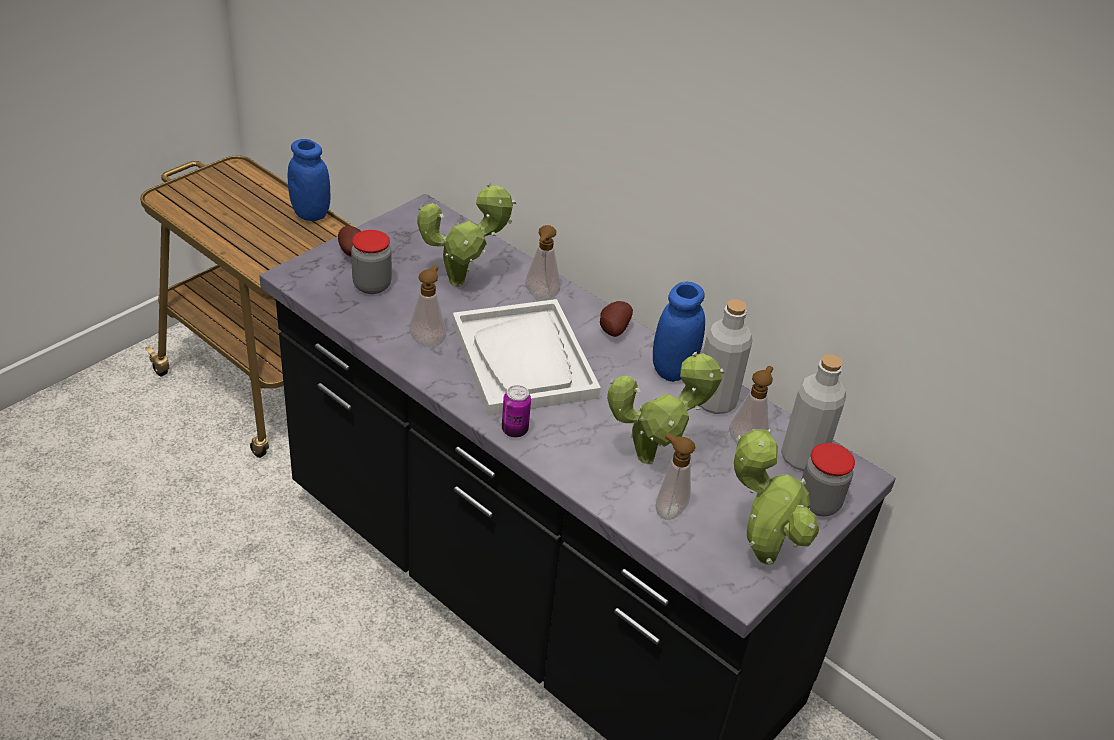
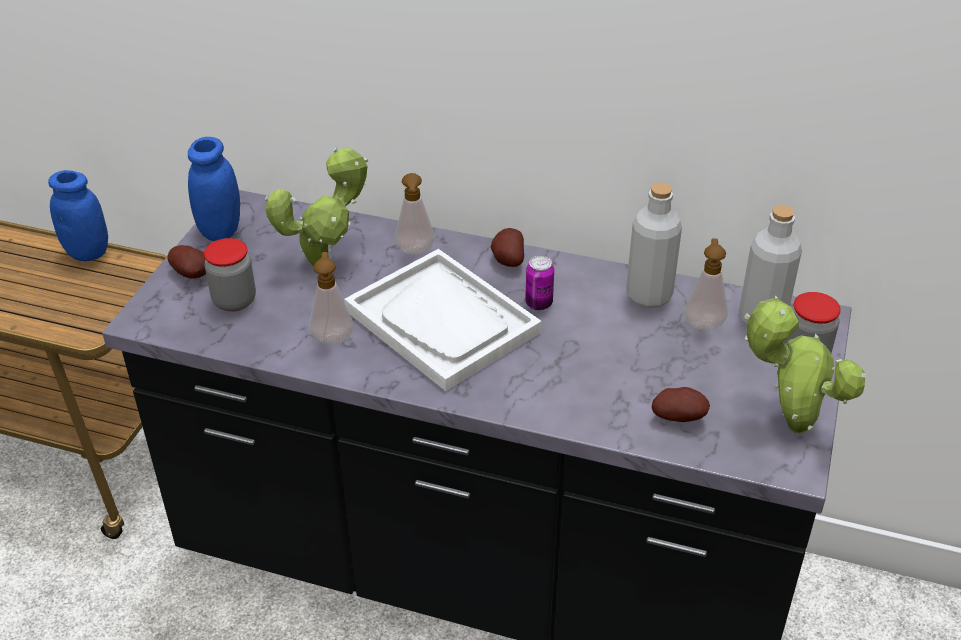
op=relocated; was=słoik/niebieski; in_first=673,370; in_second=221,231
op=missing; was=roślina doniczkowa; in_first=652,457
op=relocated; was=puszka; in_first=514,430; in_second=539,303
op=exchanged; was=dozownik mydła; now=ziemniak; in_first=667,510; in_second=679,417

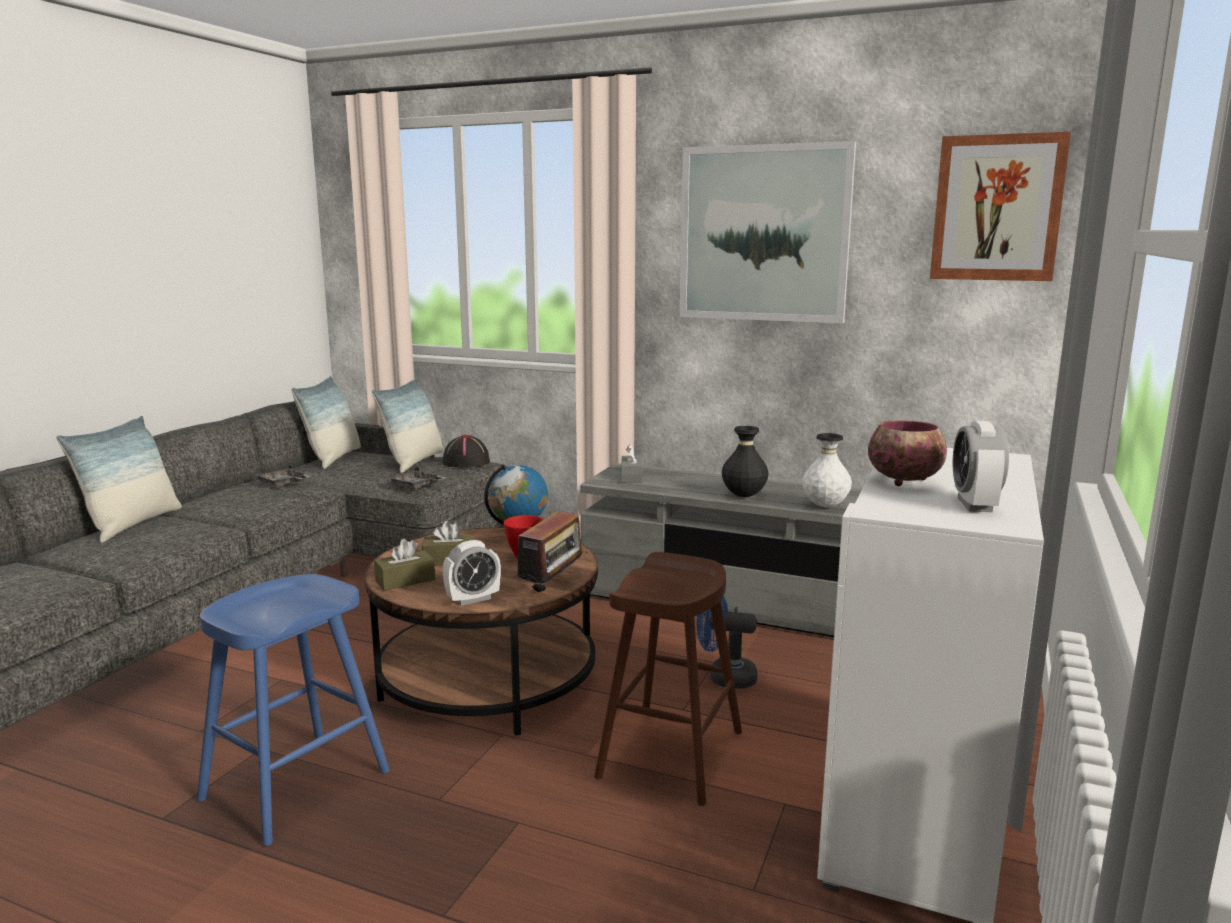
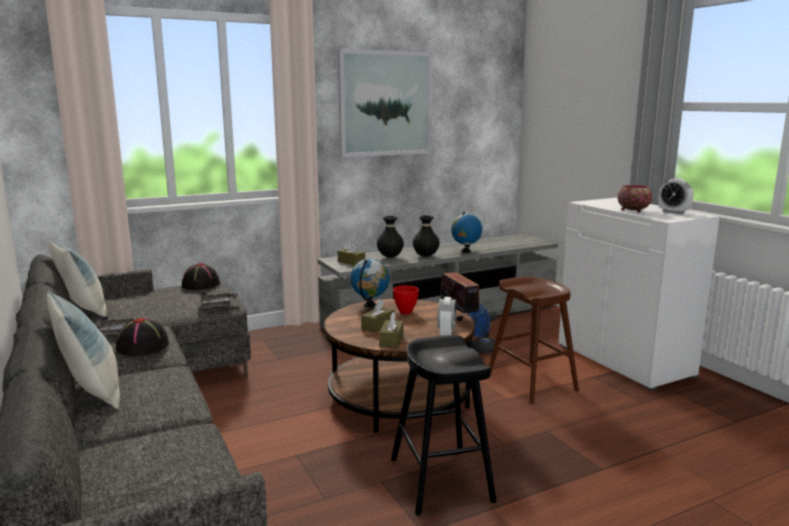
op=missing; was=obraz; in_first=997,208
op=missing; was=poduszka; in_first=414,462
op=exchanged; was=wazon/biały; now=globus; in_first=825,506; in_second=465,251
op=colour; was=pudełko chusteczek/szary; now=pudełko chusteczek/brązowy; in_first=631,477; in_second=351,262
op=colour; was=stołek/niebieski; now=stołek/czarny; in_first=295,785; in_second=441,480
op=appeared; now=wazon/czarny; in_second=390,257
op=appeared; now=kapelusz/czarny; in_second=143,346

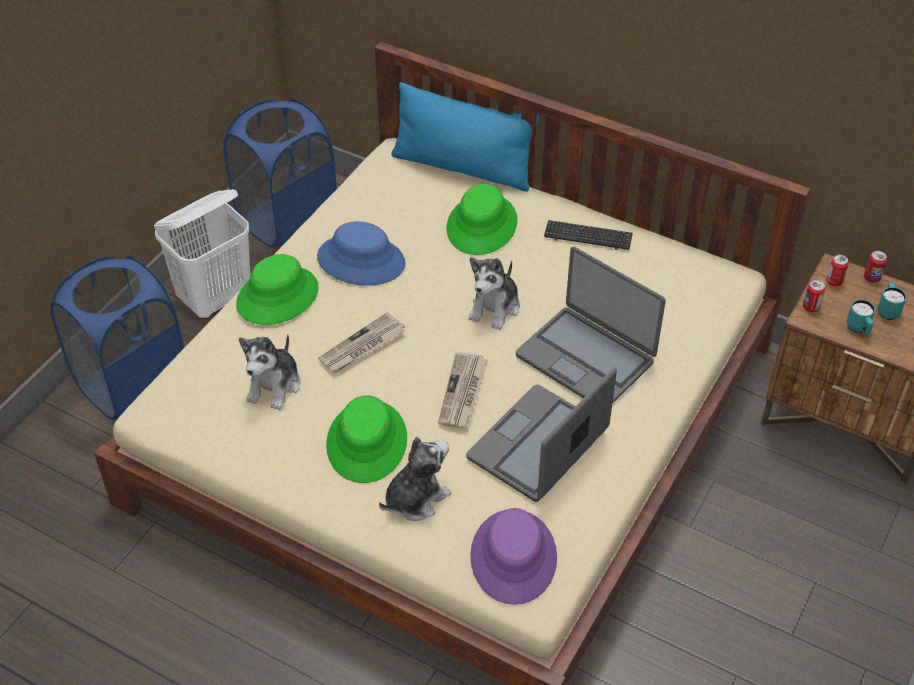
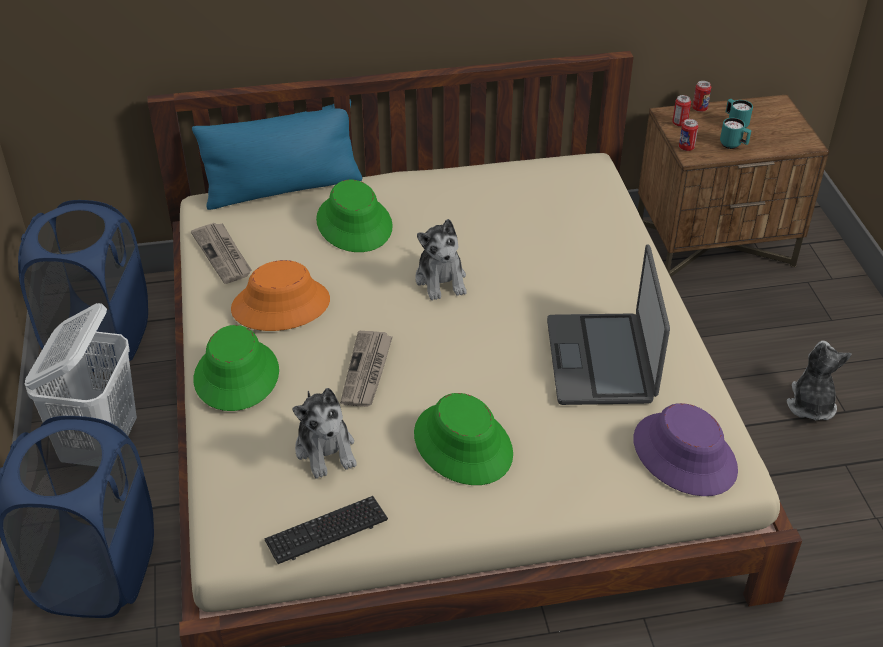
op=relocated; was=klawiatura; in_first=588,236; in_second=326,531
op=colour; was=kapelusz/niebieski; now=kapelusz/pomarańczowy; in_first=361,260; in_second=281,305
op=missing; was=laptop; in_first=586,358
op=relocated; was=gazeta; in_first=463,392; in_second=223,254
op=relocated; was=pluszak; in_first=415,498; in_second=810,404

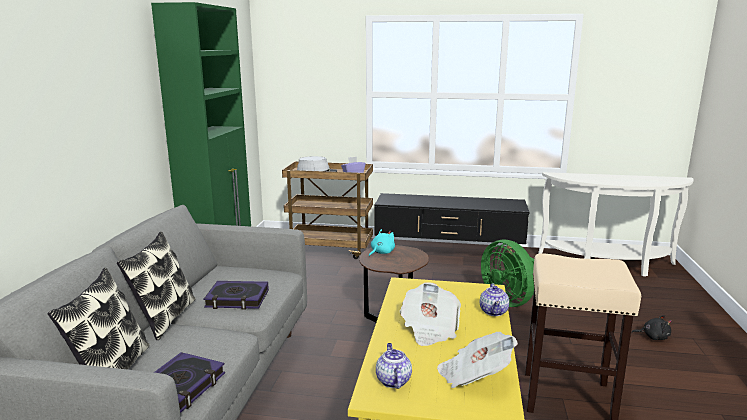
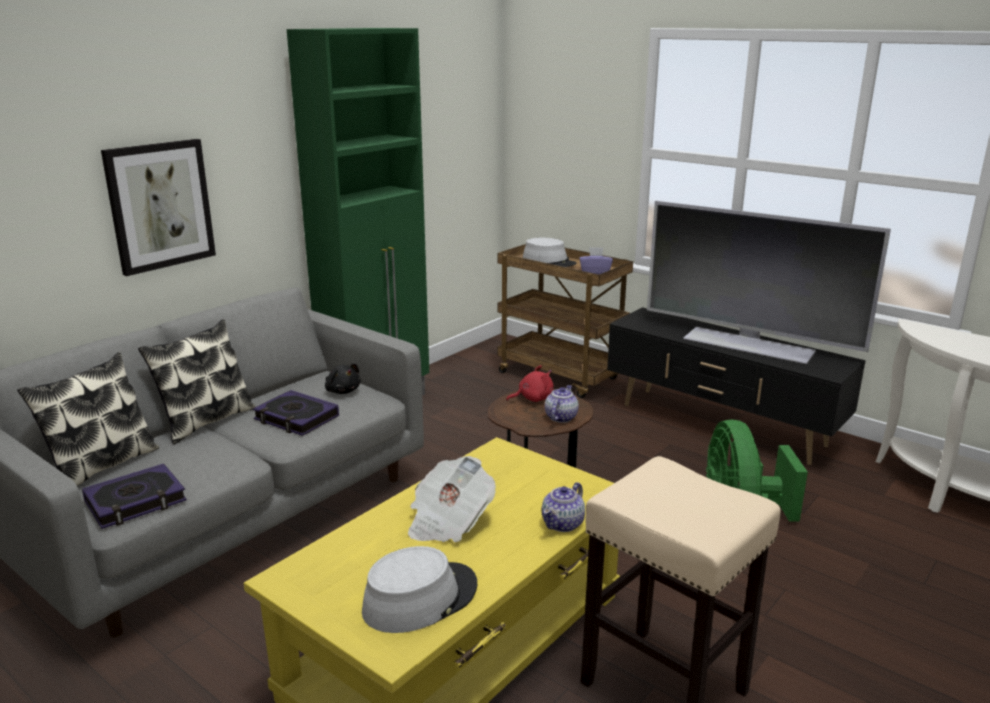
op=colour; was=pluszak/turkusowy; now=pluszak/czerwony; in_first=381,252; in_second=533,399
op=relocated; was=pluszak/czarny; in_first=653,337; in_second=342,391
op=exchanged; was=gazeta; now=kapelusz/szary; in_first=474,376; in_second=420,598
op=relocated; was=imbryk; in_first=393,380; in_second=561,417
op=appeared; now=obraz; in_second=160,205
op=appeared; now=telewizor; in_second=748,344

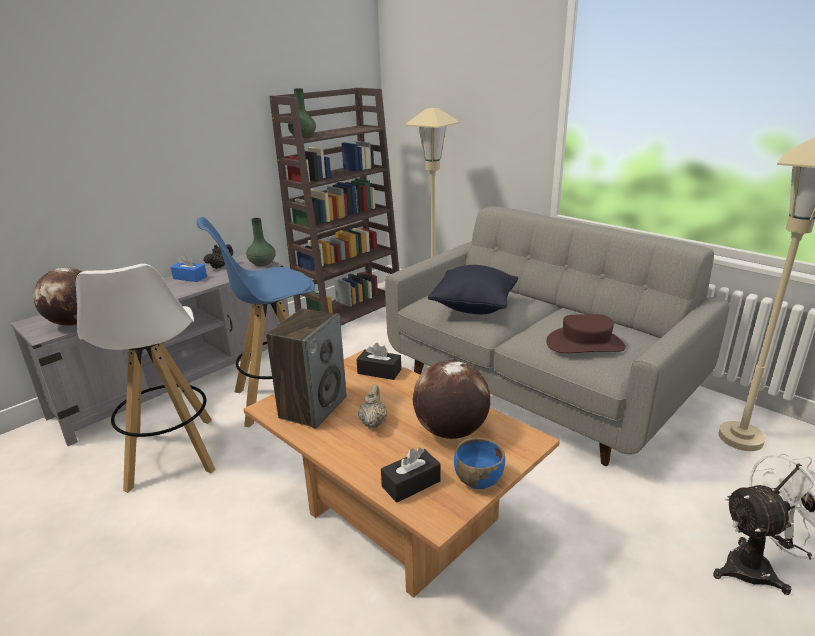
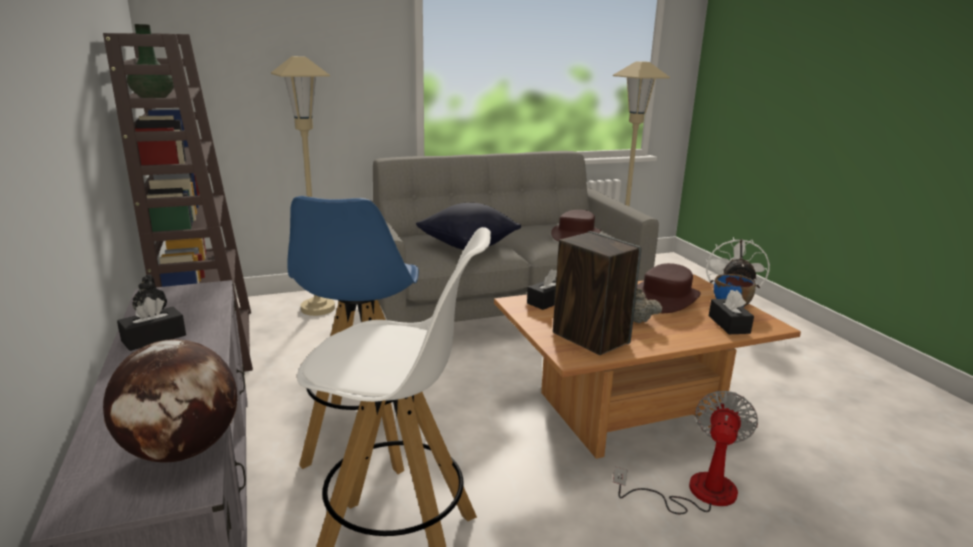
op=missing; was=wazon/zielony; in_first=262,263
op=colour; was=pudełko chusteczek/niebieski; now=pudełko chusteczek/czarny; in_first=190,277; in_second=154,338
op=exchanged; was=globus; now=kapelusz/brązowy; in_first=450,431; in_second=665,298
op=appeared; now=wentylator; in_second=696,492

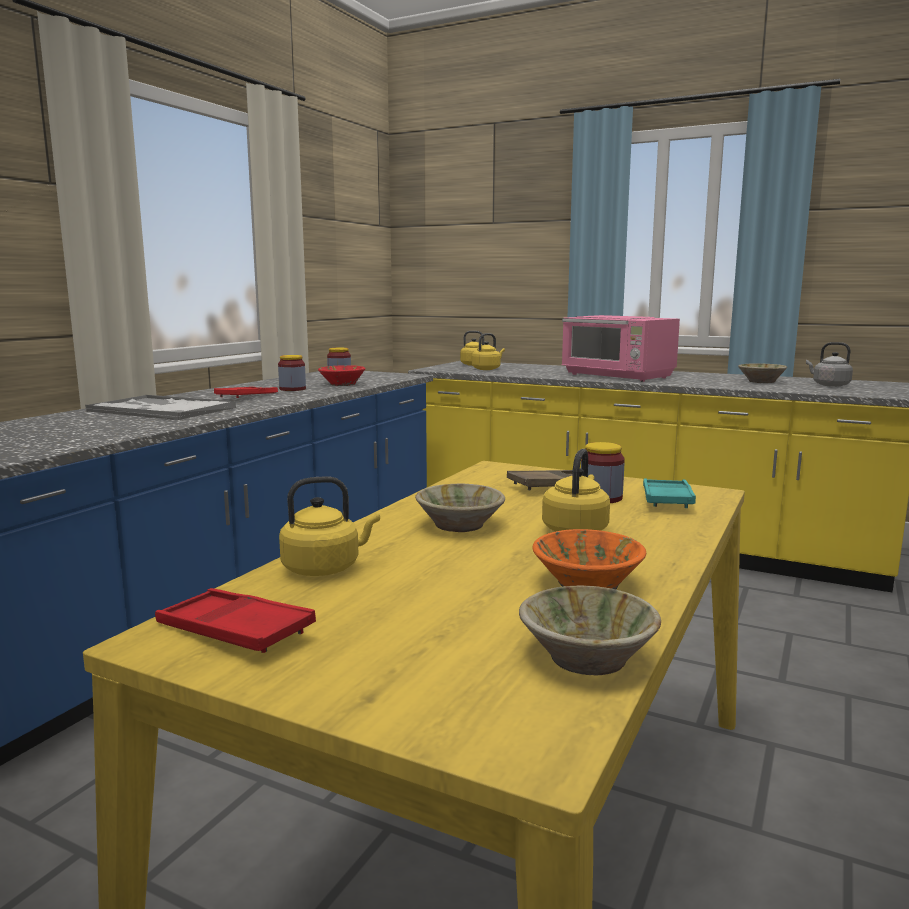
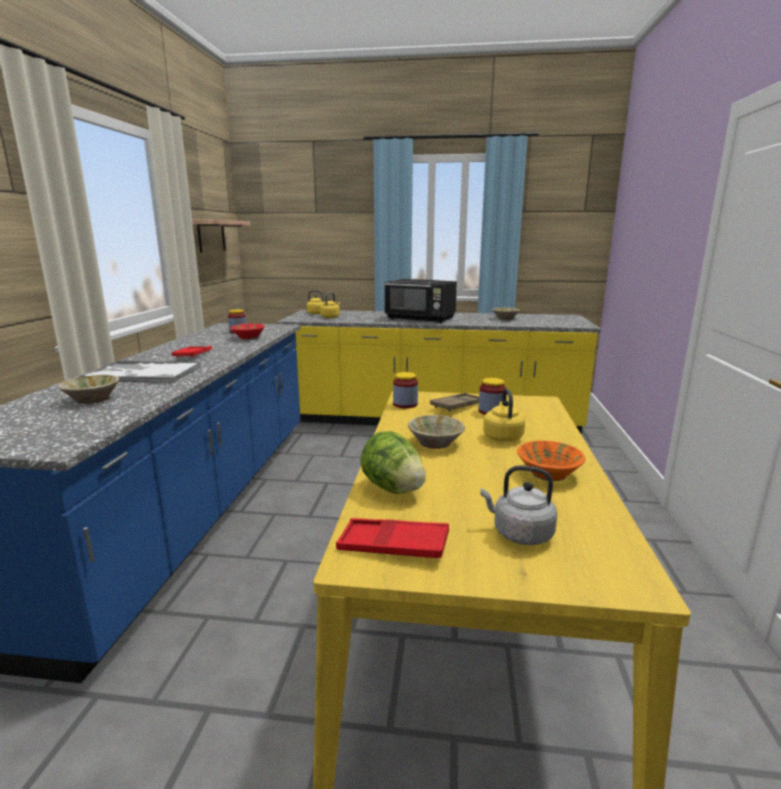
op=colour; was=mikrofalówka/różowy; now=mikrofalówka/czarny; in_first=618,376; in_second=420,319
op=relocated; was=czajnik/szary; in_first=829,385; in_second=519,533
op=relocated; was=słoik; in_first=292,389; in_second=405,404
op=exchanged; was=czajnik/żółty; now=sałata; in_first=325,568; in_second=393,488
op=missing; was=taca/turkusowy; in_first=667,499
op=relocated; was=miska/beżowy; in_first=587,656; in_second=92,399
op=appeared; now=półka; in_second=211,236

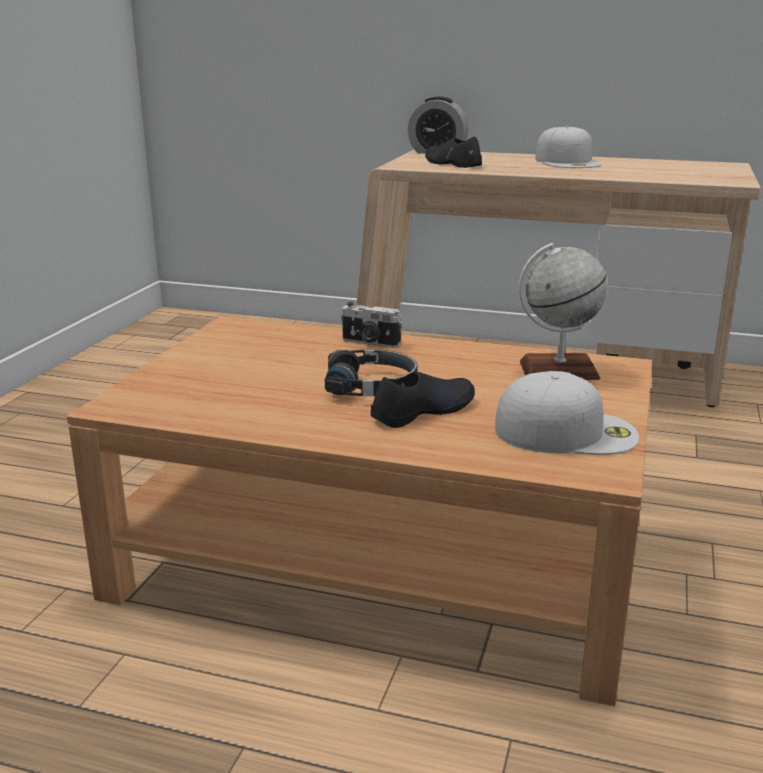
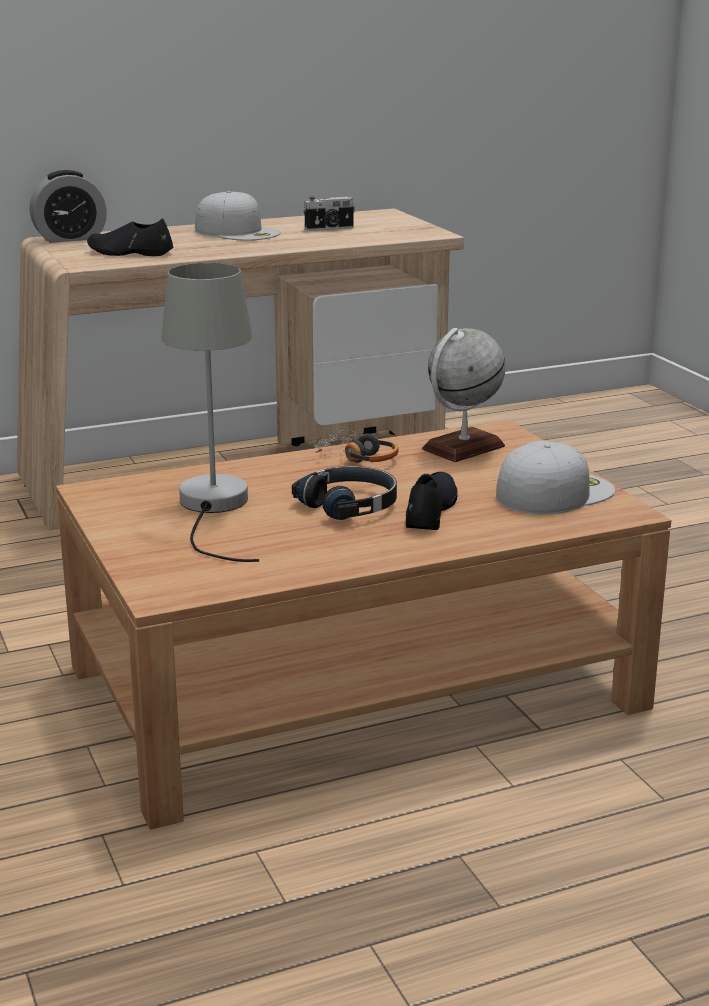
op=relocated; was=aparat fotograficzny; in_first=370,343; in_second=329,229
op=appeared; now=lampa stołowa/szary; in_second=213,508
op=appeared; now=słuchawki; in_second=357,457

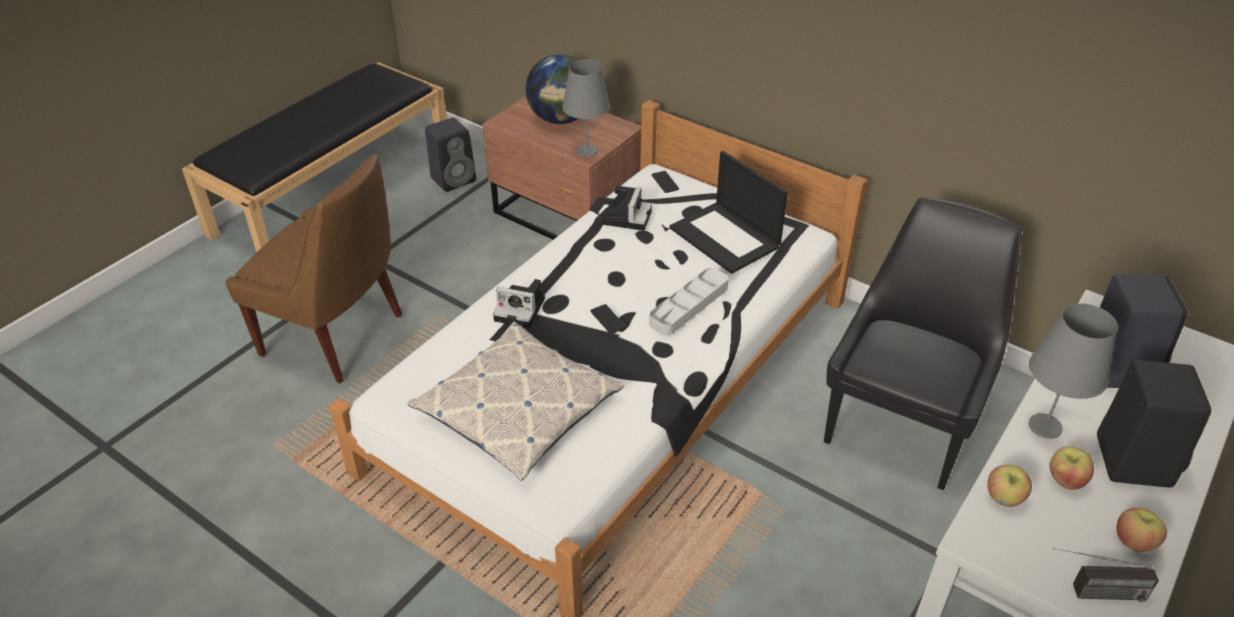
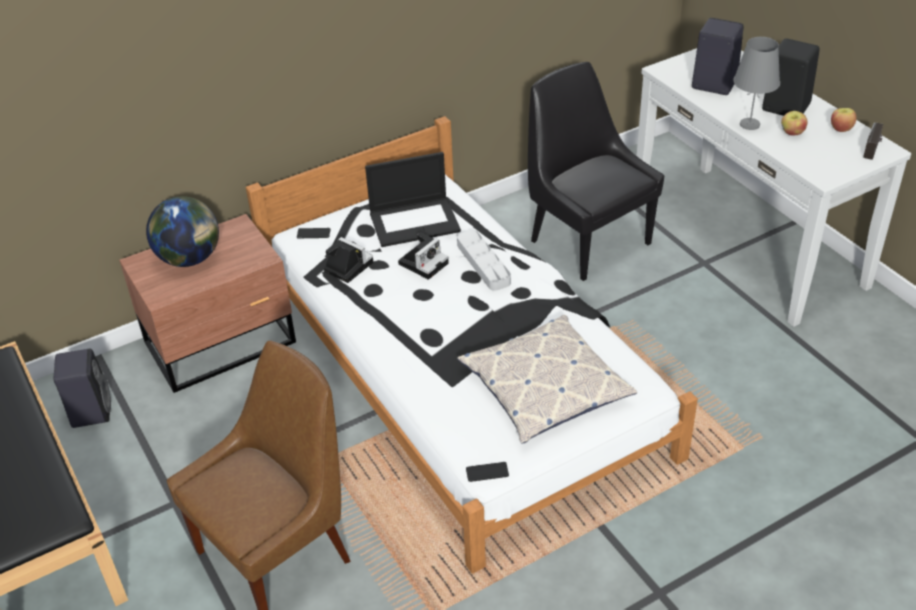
op=missing; was=lampa stołowa/szary; in_first=586,151
op=relocated; was=aparat fotograficzny; in_first=522,309; in_second=424,262
op=relocated; was=telefon; in_first=608,319; in_second=487,472
op=missing; was=jabłko; in_first=1004,498

